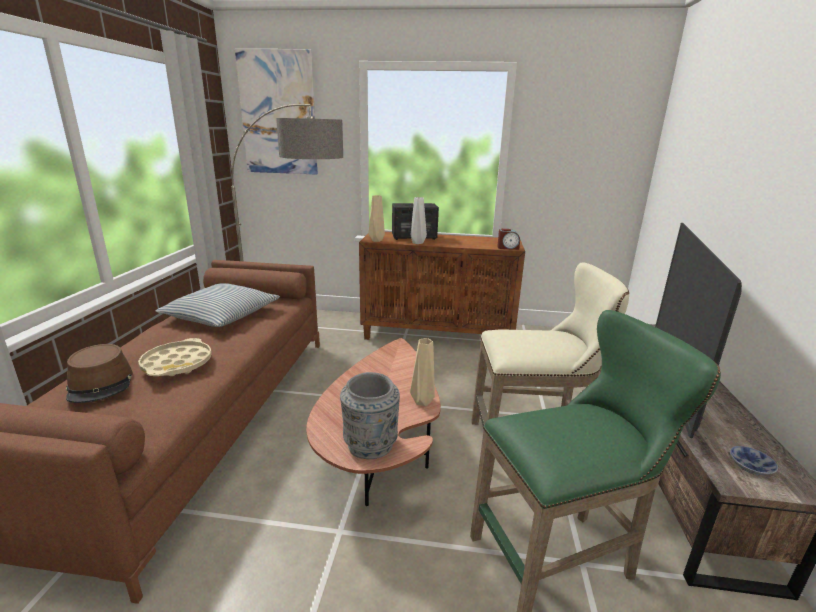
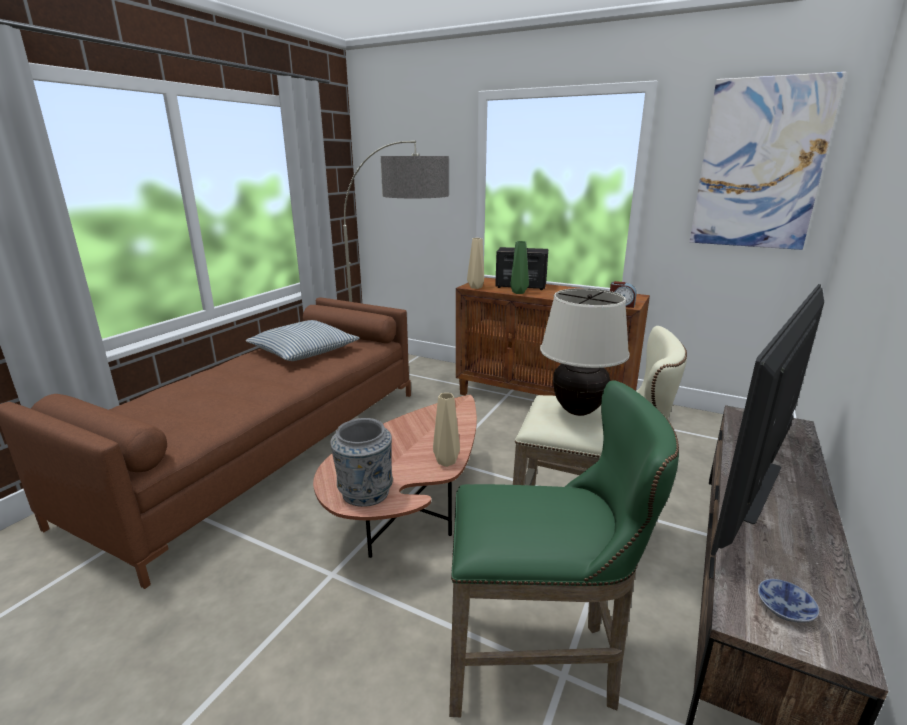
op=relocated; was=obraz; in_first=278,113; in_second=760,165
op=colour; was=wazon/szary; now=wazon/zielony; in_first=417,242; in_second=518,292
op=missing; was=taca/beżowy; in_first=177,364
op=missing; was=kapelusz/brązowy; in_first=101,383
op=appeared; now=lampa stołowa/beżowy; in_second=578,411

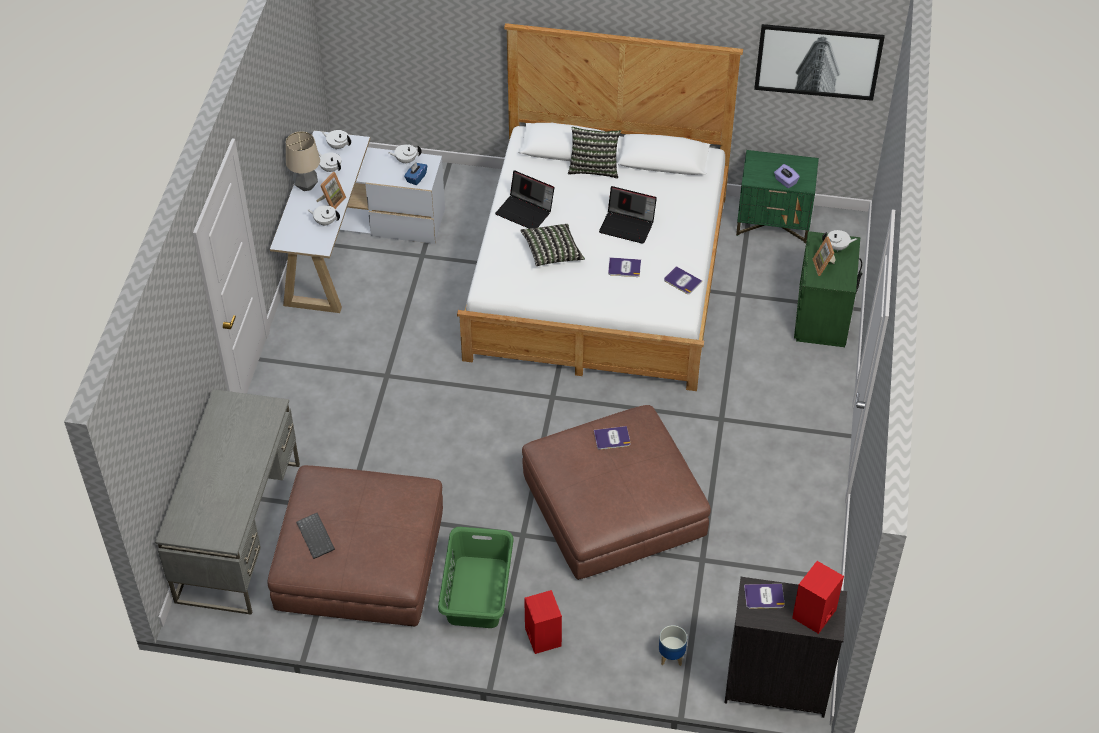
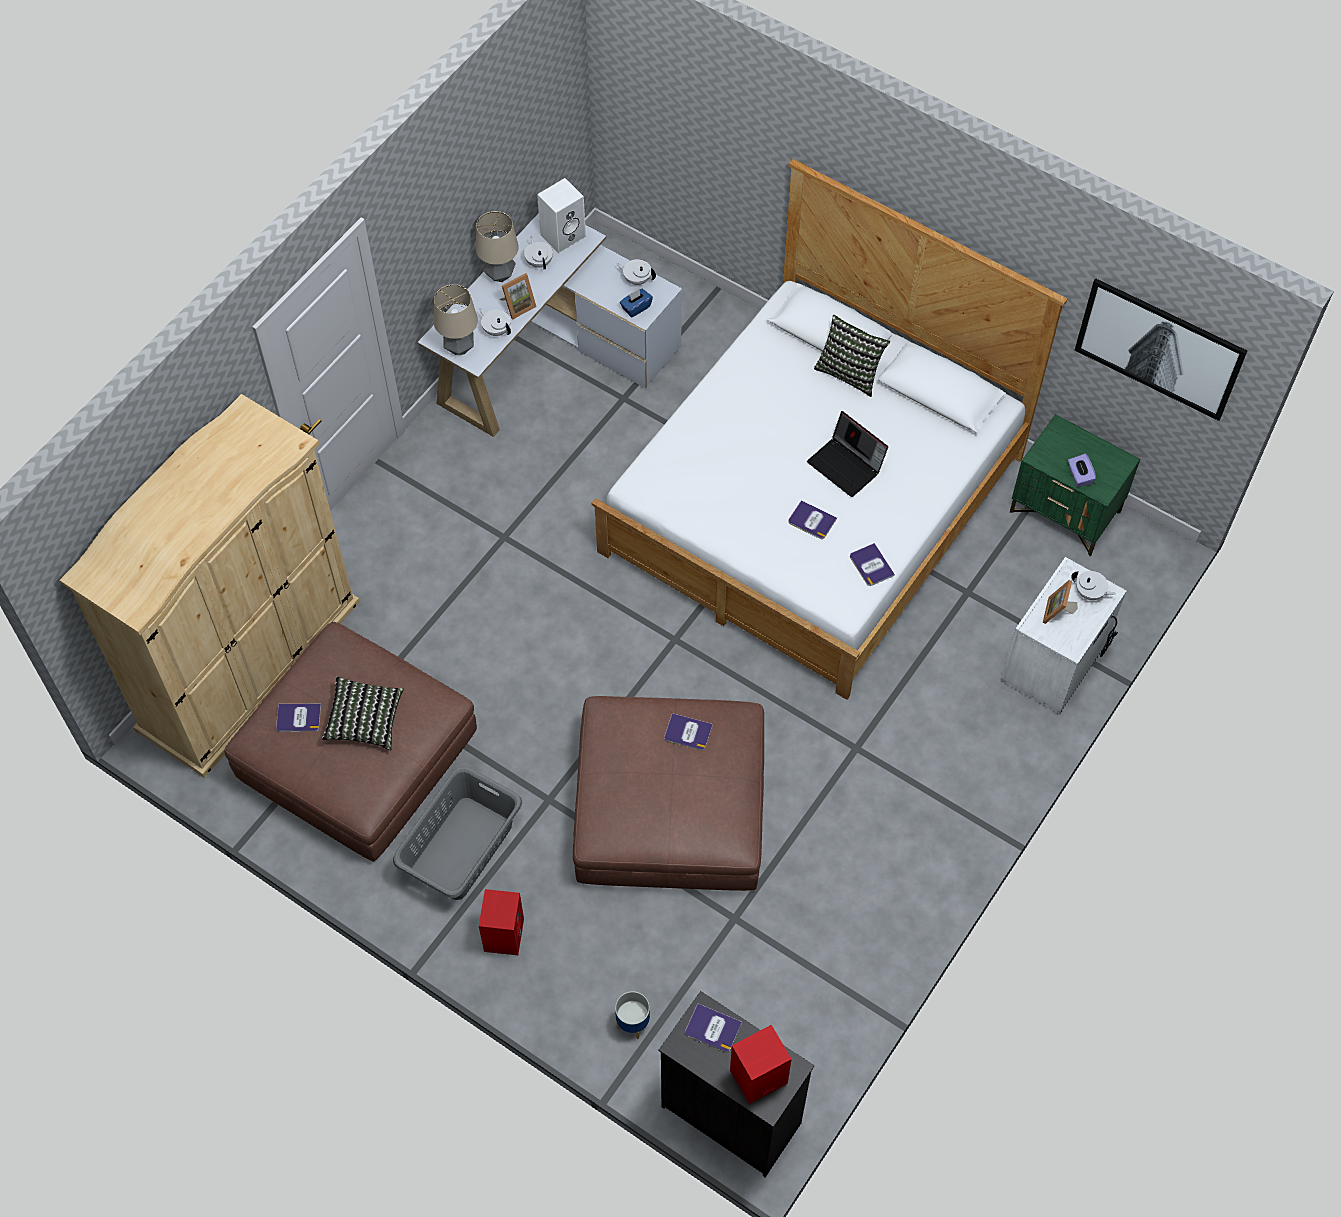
op=exchanged; was=imbryk/biały; now=głośnik/biały; in_first=338,146; in_second=563,235
op=missing; was=laptop; in_first=525,211
op=relocated; was=poduszka; in_first=552,252; in_second=365,720
op=colour; was=szafka nocna/zielony; now=szafka nocna/biały; in_first=823,318; in_second=1054,664
op=exchanged; was=biurko/szary; now=szafa/beżowy; in_first=239,531; in_second=248,665
op=exchanged; was=klawiatura; now=książka; in_first=316,536; in_second=298,718
op=colour; was=kosz na pranie/zielony; now=kosz na pranie/szary; in_first=476,592; in_second=460,848
op=appeared; now=lampa stołowa; in_second=460,348

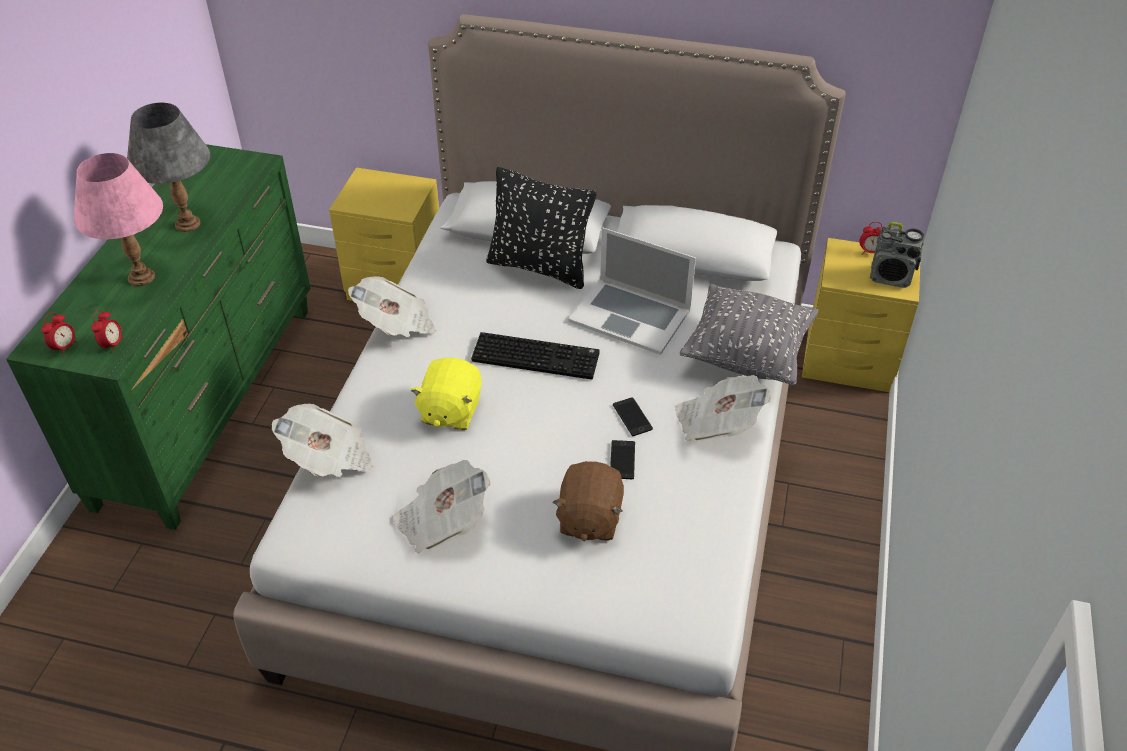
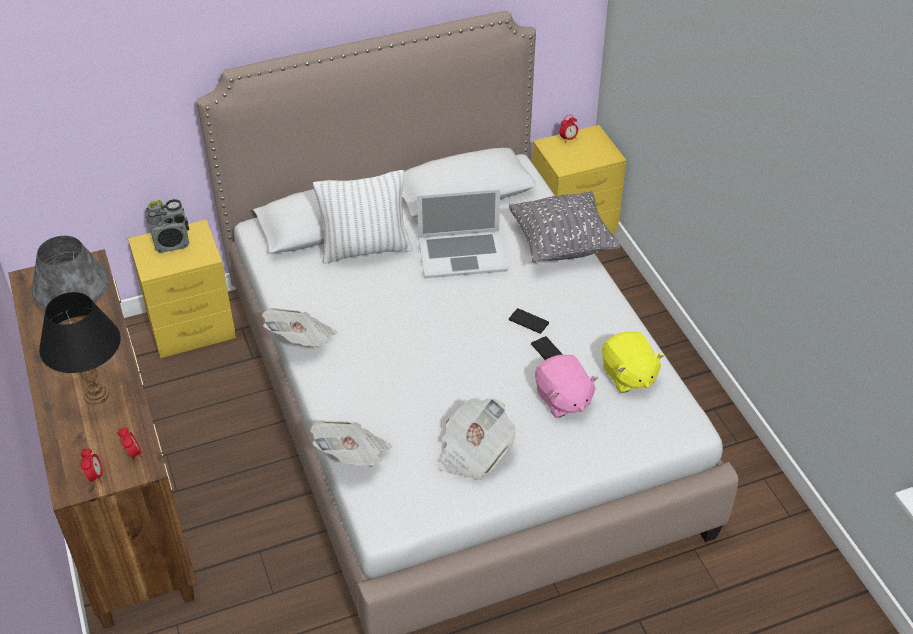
op=colour; was=komoda/zielony; now=komoda/brązowy; in_first=210,402; in_second=123,494
op=colour; was=lampa stołowa/różowy; now=lampa stołowa/czarny; in_first=142,277; in_second=97,395
op=colour; was=poduszka/czarny; now=poduszka/biały; in_first=540,267; in_second=365,249
op=relocated; was=radio; in_first=891,277; in_second=172,243
op=missing; was=klawiatura; in_first=537,356
op=relocated; was=pluszak/żółty; in_first=450,411; in_second=628,376
op=missing; was=gazeta; in_first=717,424
op=colour; was=pluszak/brązowy; now=pluszak/różowy; in_first=589,518; in_second=562,399

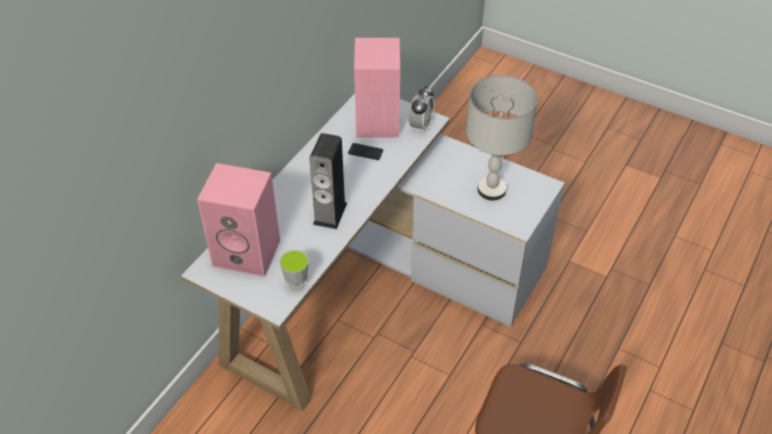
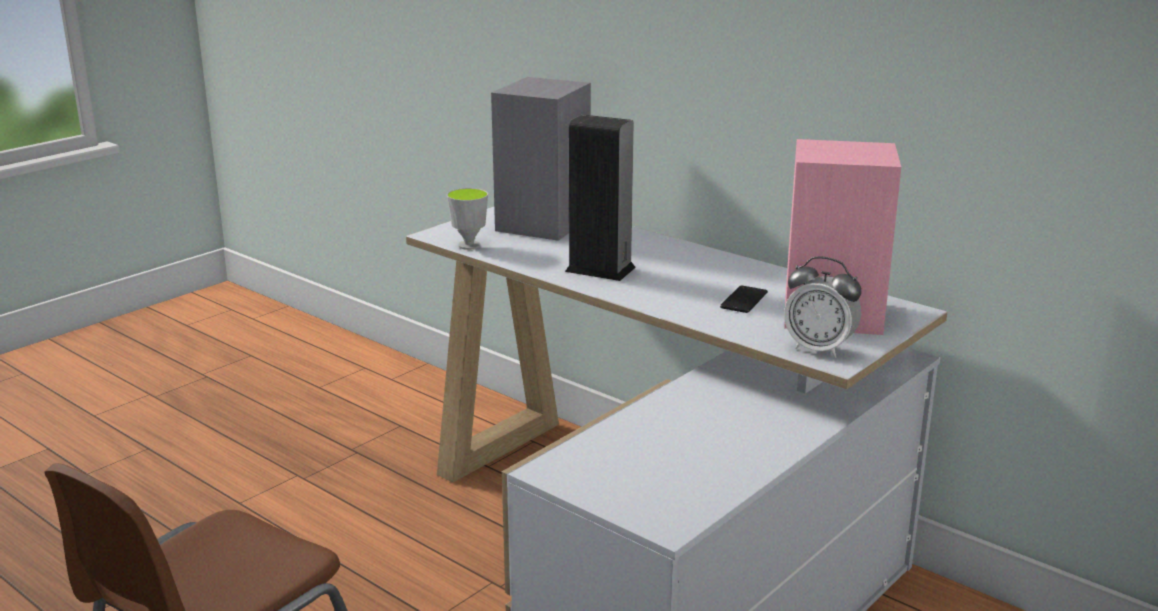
op=missing; was=lampa stołowa/szary; in_first=492,190
op=colour; was=głośnik/różowy; now=głośnik/szary; in_first=248,252; in_second=544,225

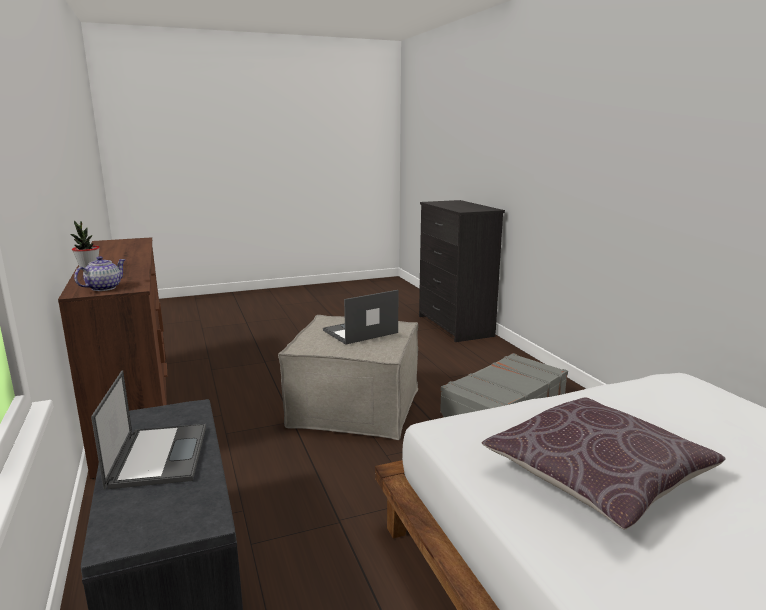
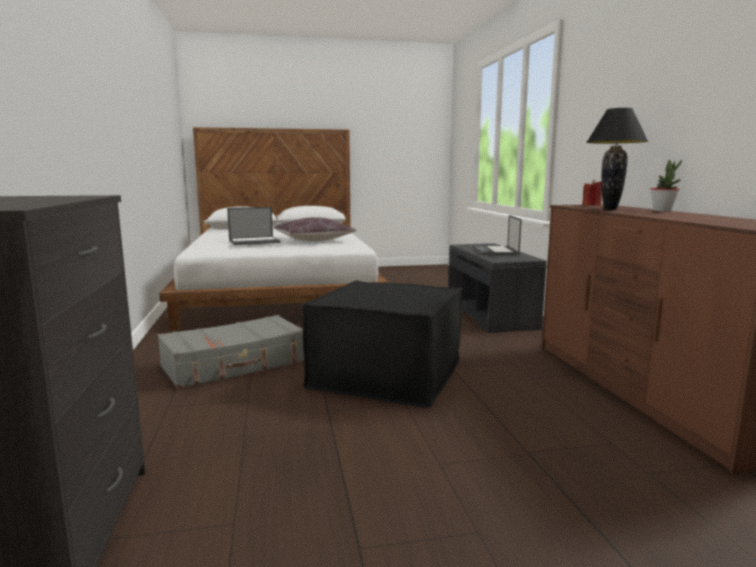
op=exchanged; was=imbryk; now=świeca/czerwony; in_first=103,288; in_second=591,205
op=relocated; was=laptop; in_first=359,332; in_second=255,241
op=colour; was=pufa/beżowy; now=pufa/czarny; in_first=355,407; in_second=386,375
op=appeared; now=lampa stołowa/czarny; in_second=609,209

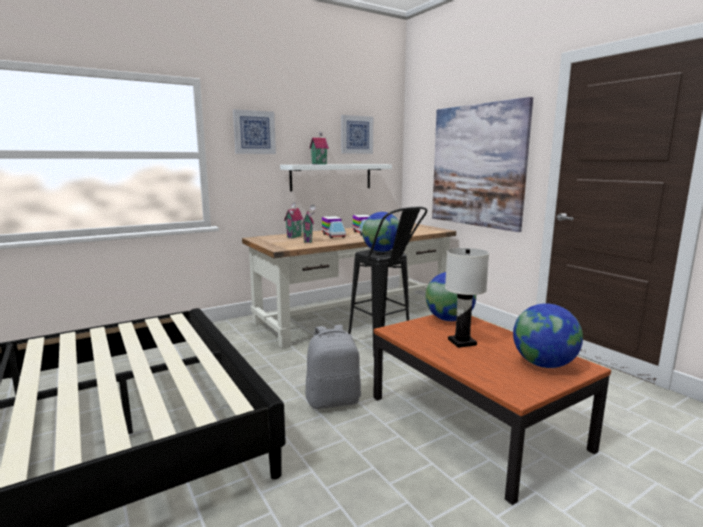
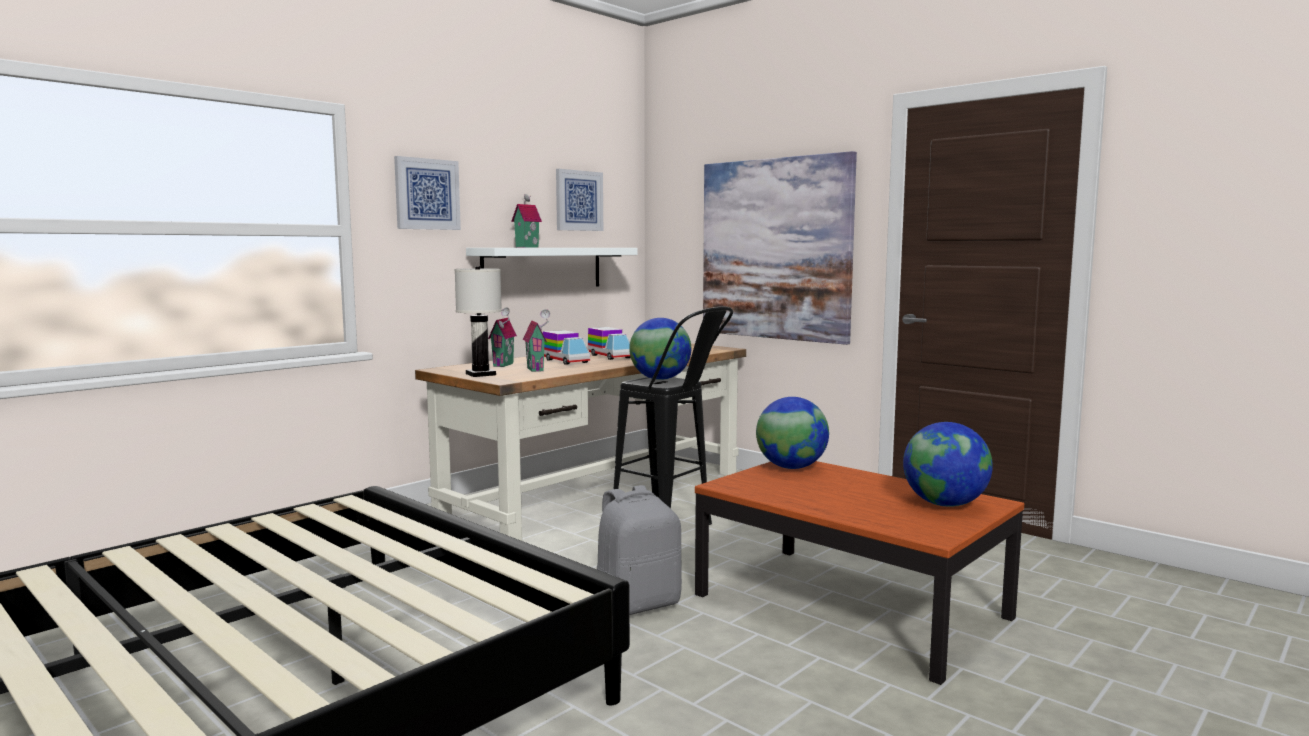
op=relocated; was=lampa stołowa/biały; in_first=462,342; in_second=481,374

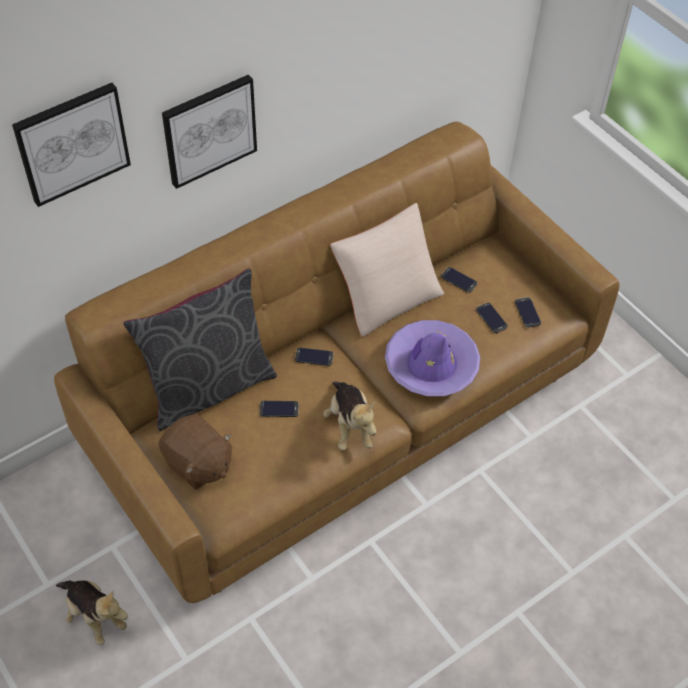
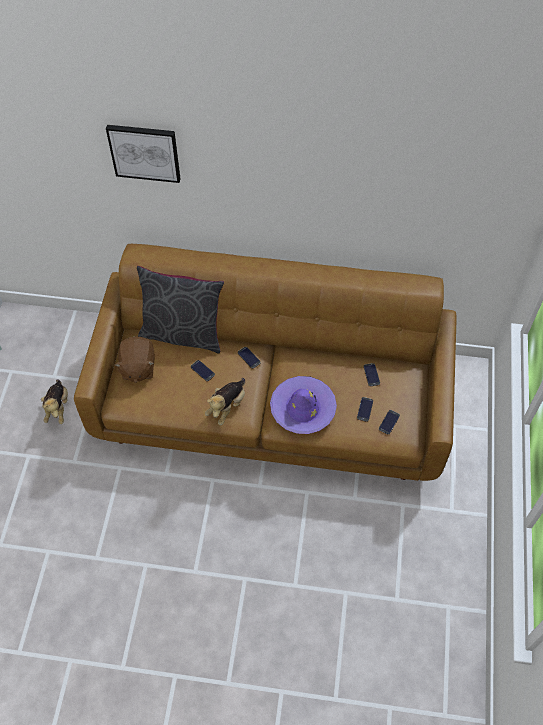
op=missing; was=obraz; in_first=209,130
op=missing; was=poduszka/beżowy; in_first=387,296

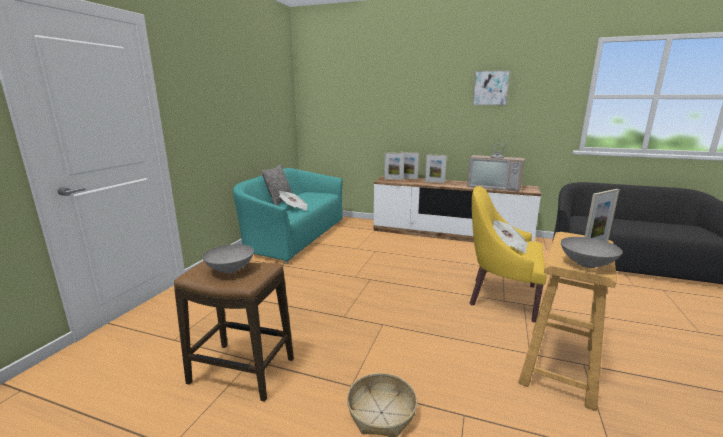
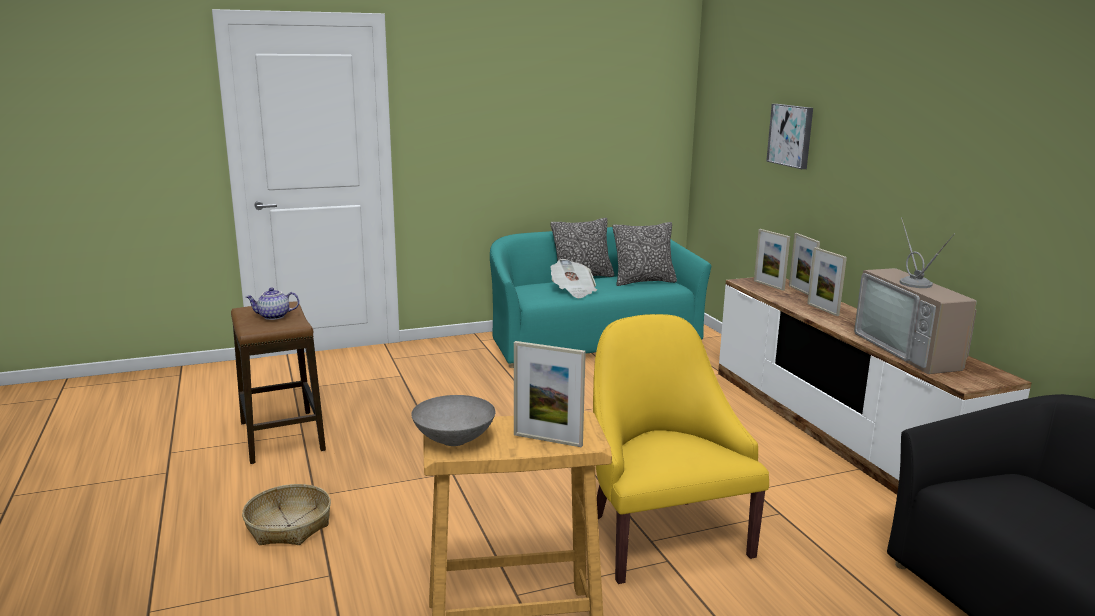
op=relocated; was=obraz; in_first=490,88; in_second=791,135
op=missing; was=gazeta; in_first=508,246
op=exchanged; was=miska/szary; now=imbryk; in_first=231,270; in_second=273,317
op=appeared; now=poduszka; in_second=643,281

